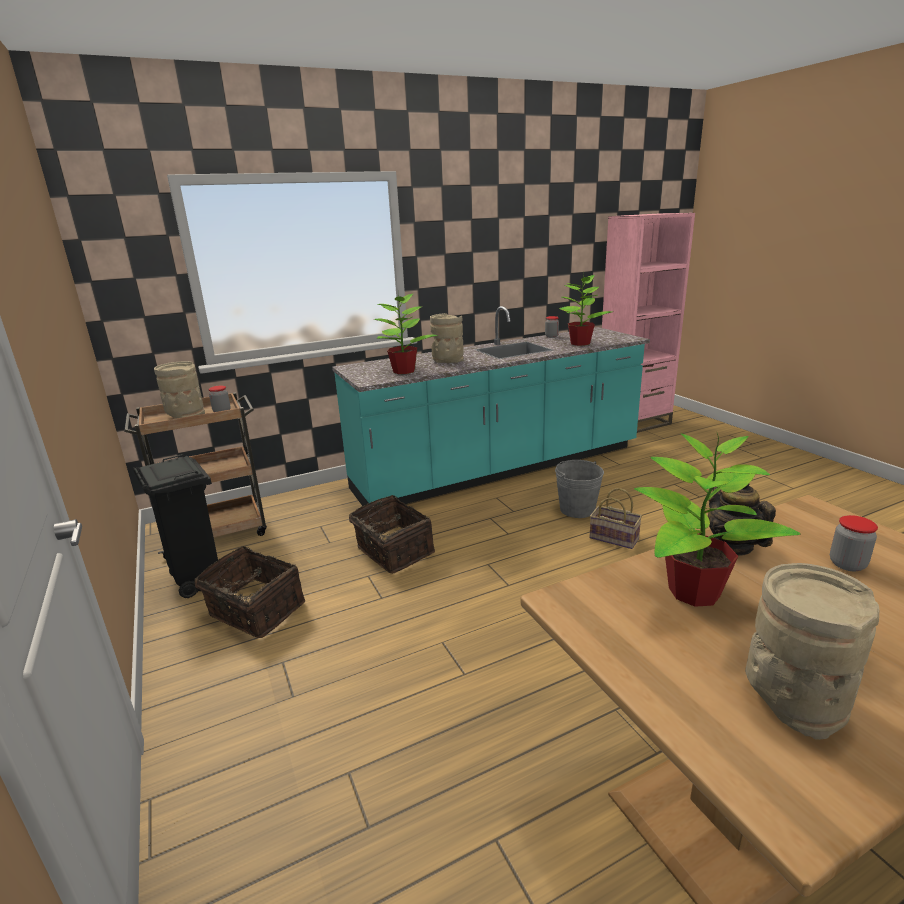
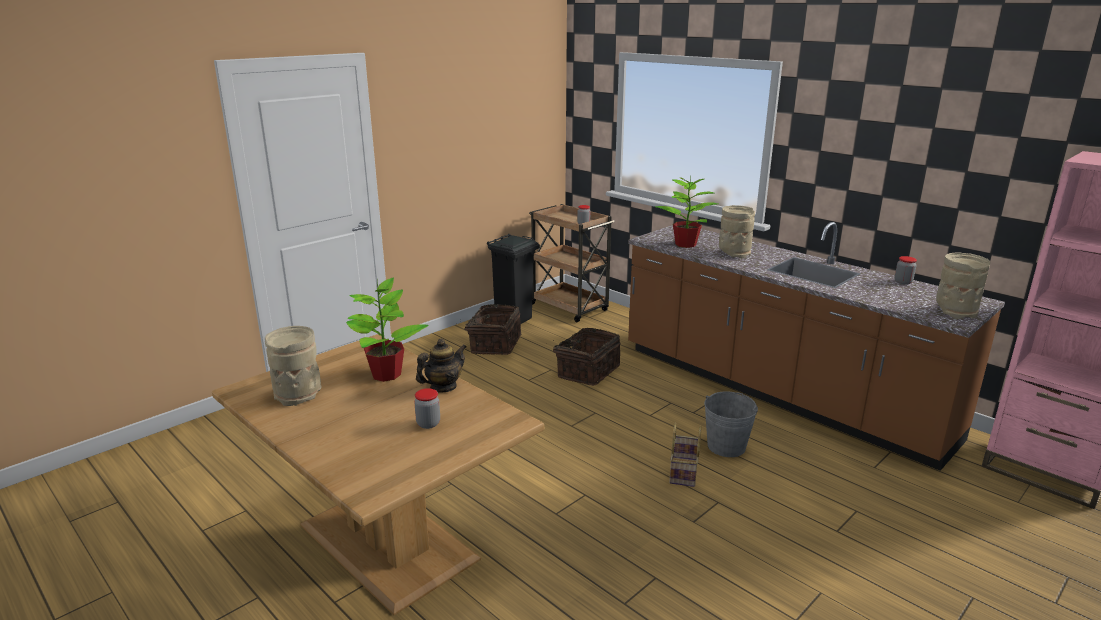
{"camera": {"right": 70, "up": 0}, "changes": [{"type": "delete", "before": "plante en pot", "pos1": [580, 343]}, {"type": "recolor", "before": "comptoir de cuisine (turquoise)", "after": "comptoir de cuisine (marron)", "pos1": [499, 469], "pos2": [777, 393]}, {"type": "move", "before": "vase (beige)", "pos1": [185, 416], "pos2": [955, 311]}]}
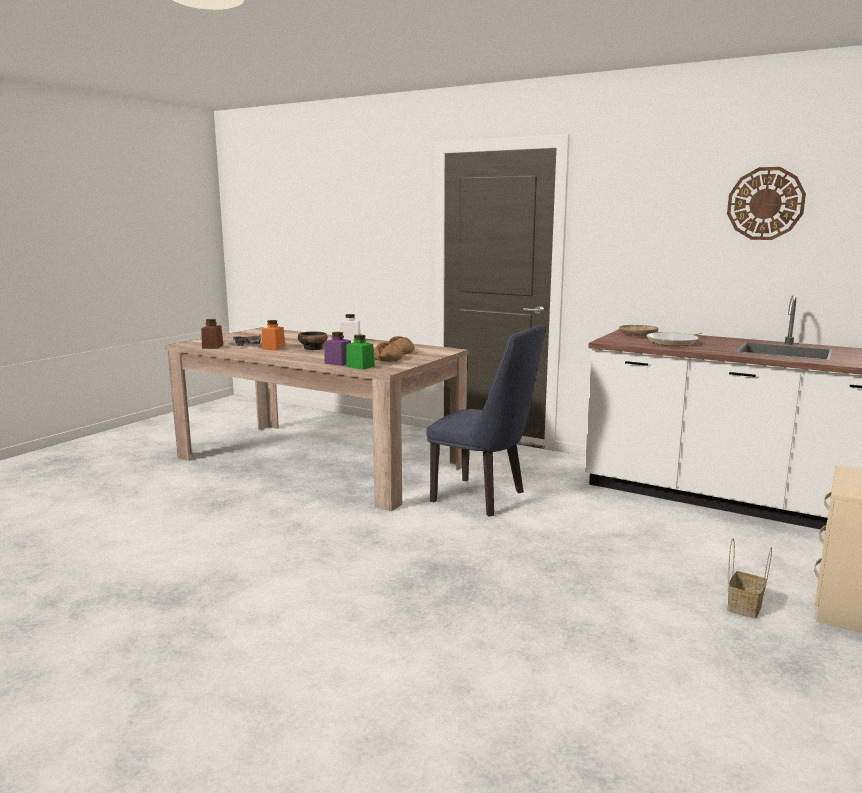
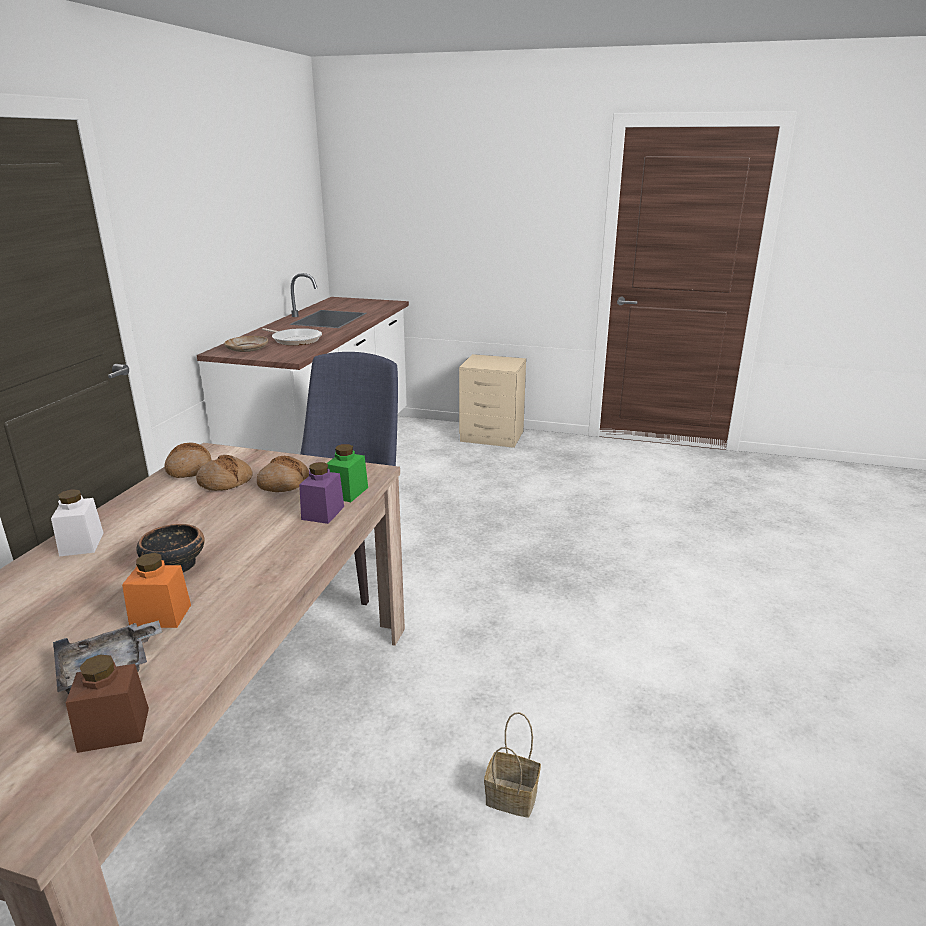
{"camera": {"right": -105, "up": 10}, "changes": [{"type": "delete", "before": "horloge murale", "pos1": [765, 203]}, {"type": "move", "before": "panier", "pos1": [744, 606], "pos2": [509, 798]}, {"type": "insert", "after": "pain", "pos2": [189, 469]}]}
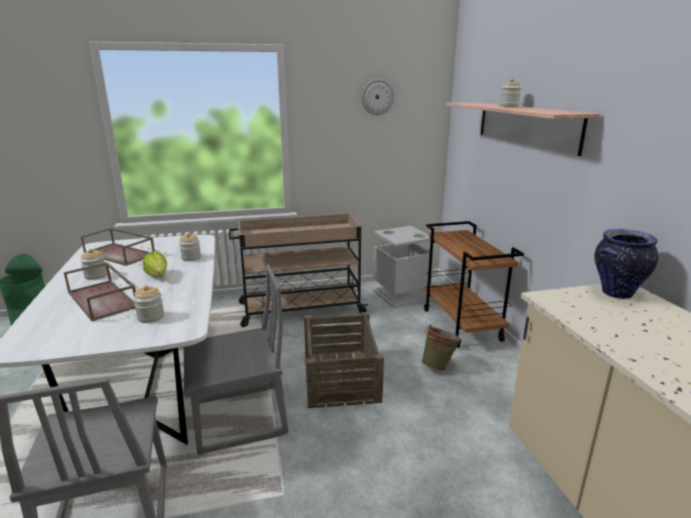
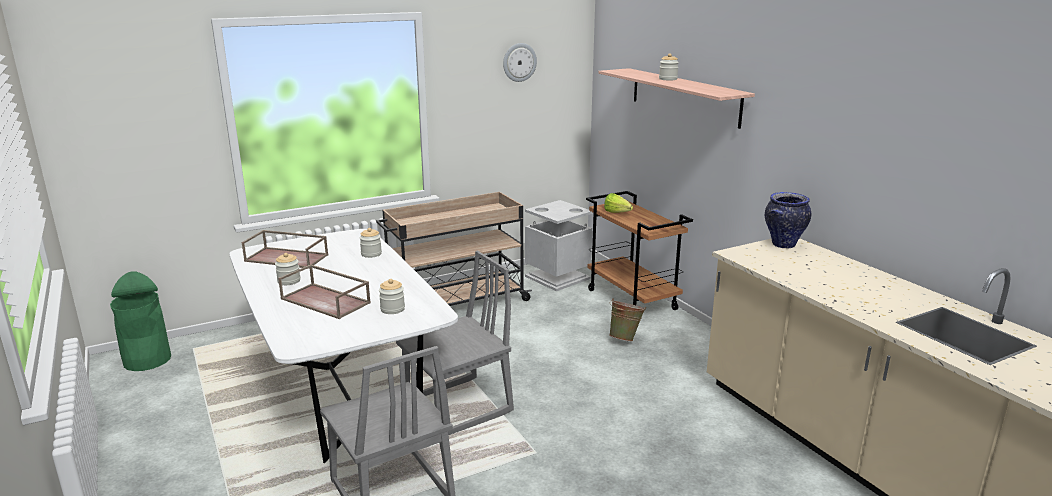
{"camera": {"right": -15, "up": 0}, "changes": [{"type": "move", "before": "laitue", "pos1": [158, 277], "pos2": [618, 213]}, {"type": "delete", "before": "caisse", "pos1": [341, 376]}]}
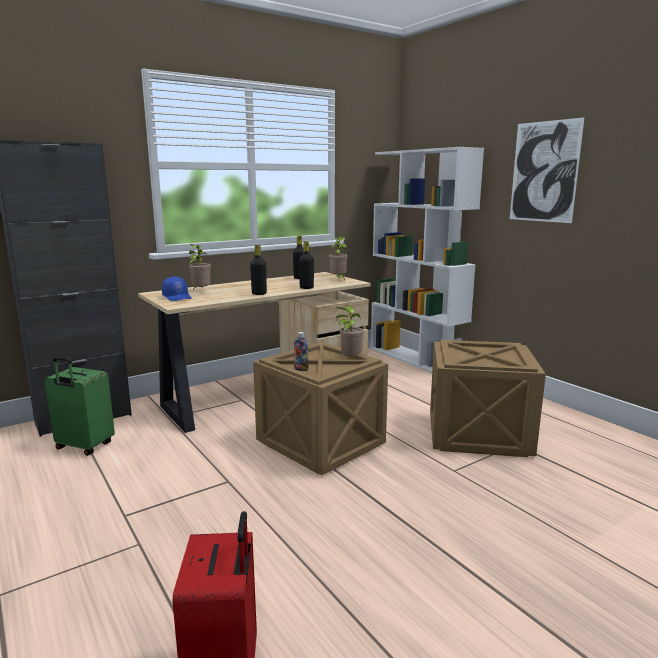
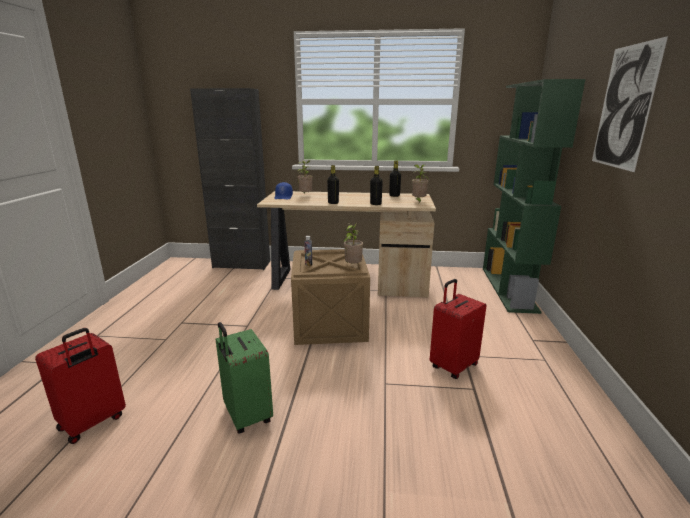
{"camera": {"right": 40, "up": 5}, "changes": [{"type": "recolor", "before": "bibliothèque (blanc)", "after": "bibliothèque (vert)", "pos1": [417, 359], "pos2": [509, 289]}, {"type": "replace", "before": "caisse", "after": "valise (rouge)", "pos1": [476, 434], "pos2": [453, 366]}, {"type": "move", "before": "valise (vert)", "pos1": [84, 447], "pos2": [246, 416]}]}
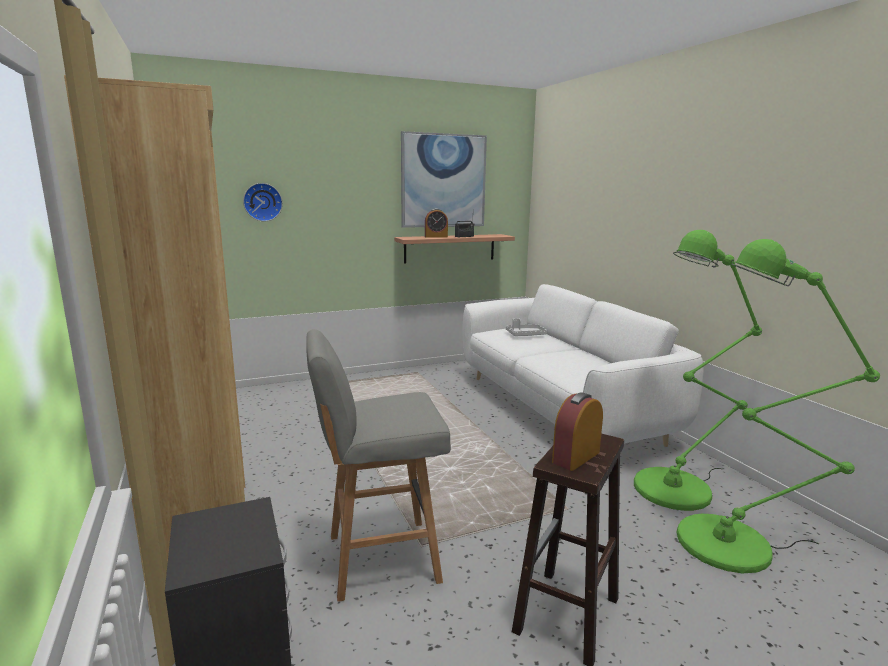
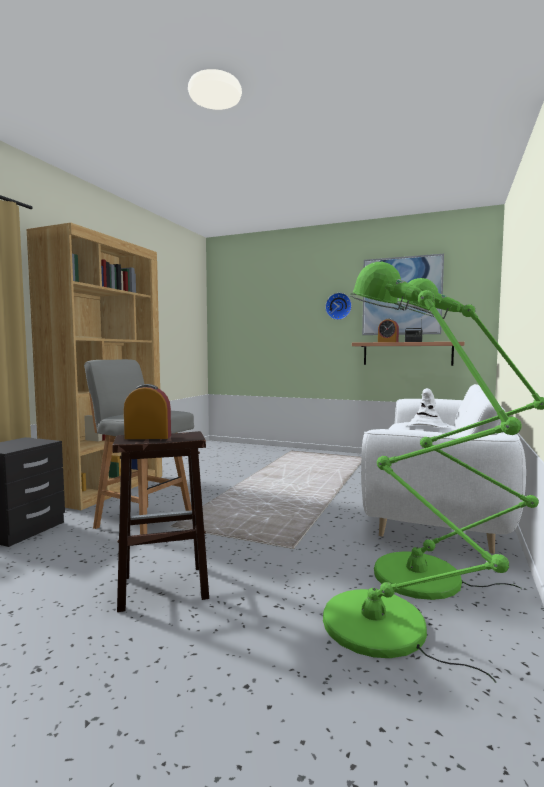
{"camera": {"right": 45, "up": -10}, "changes": [{"type": "move", "before": "horloge murale", "pos1": [262, 202], "pos2": [338, 306]}, {"type": "replace", "before": "plateau (gris)", "after": "chapeau (blanc)", "pos1": [525, 335], "pos2": [425, 426]}]}
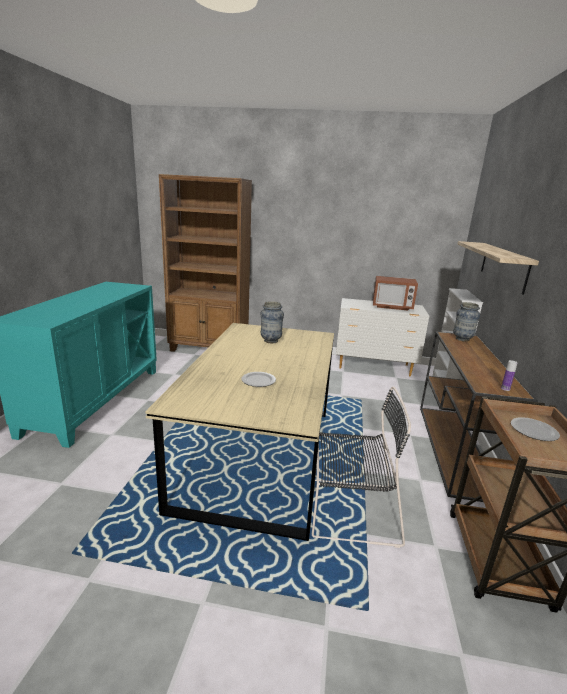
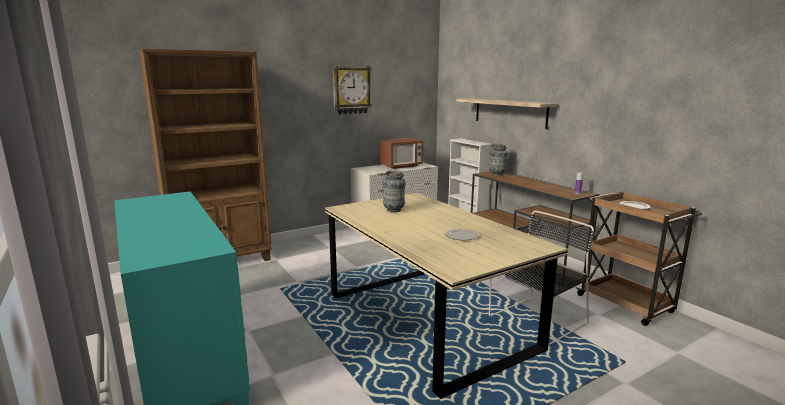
{"camera": {"right": -40, "up": -5}, "changes": [{"type": "insert", "after": "horloge murale", "pos2": [351, 90]}]}
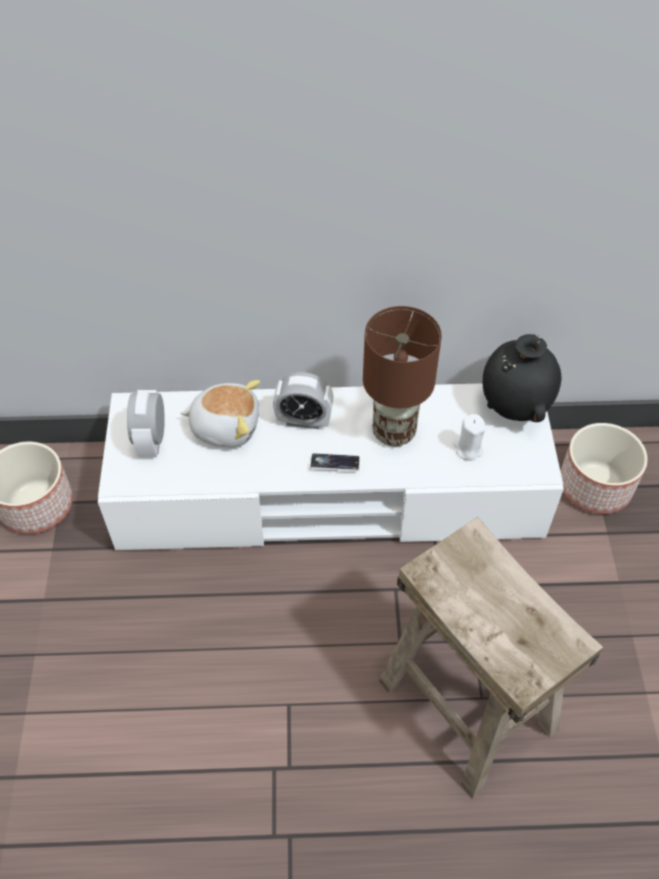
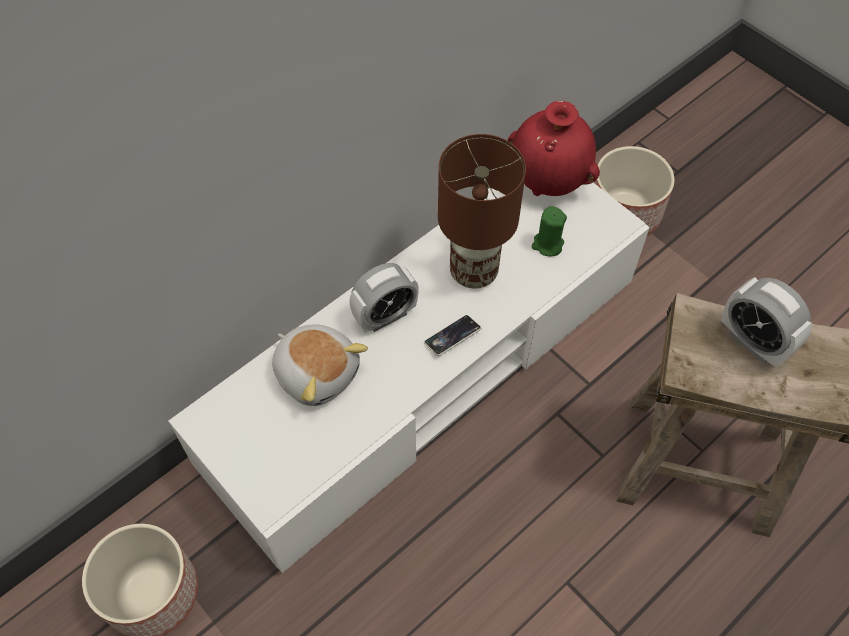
{"camera": {"right": -40, "up": 5}, "changes": [{"type": "recolor", "before": "vase (noir)", "after": "vase (rouge)", "pos1": [514, 408], "pos2": [549, 182]}, {"type": "rotate", "before": "peluche", "pos1": [225, 425], "pos2": [317, 372], "turn": 75}, {"type": "move", "before": "réveil", "pos1": [151, 440], "pos2": [753, 342]}, {"type": "recolor", "before": "bougie (blanc)", "after": "bougie (vert)", "pos1": [468, 449], "pos2": [547, 244]}]}
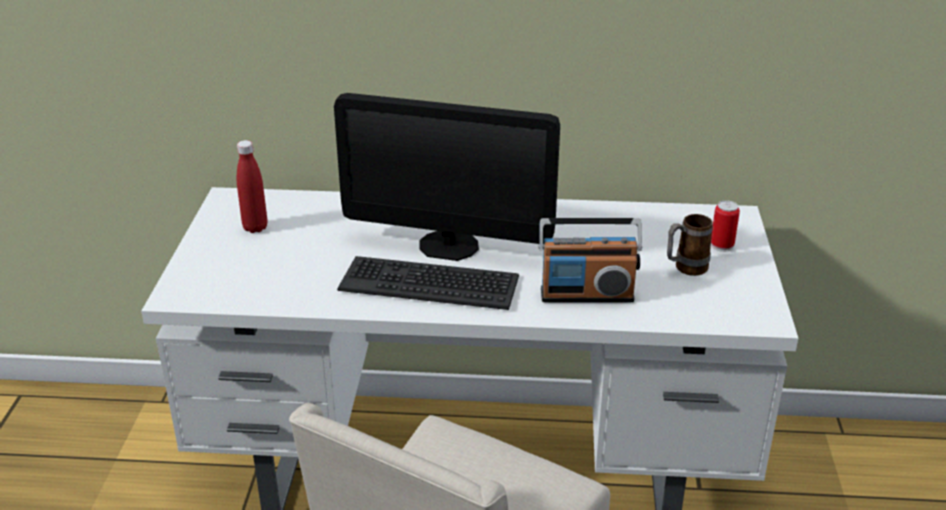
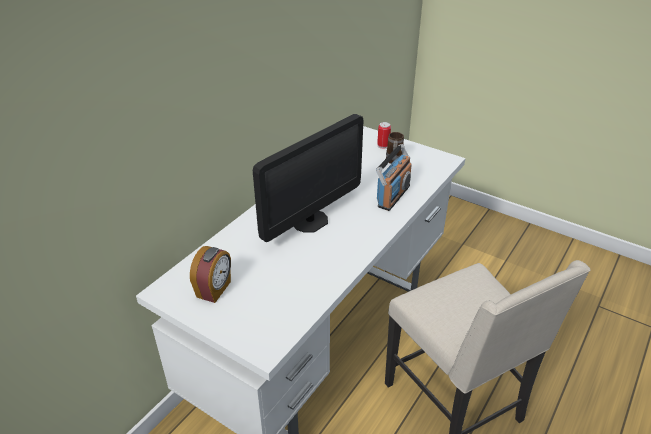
{"camera": {"right": -60, "up": 5}, "changes": [{"type": "replace", "before": "bouteille (rouge)", "after": "réveil", "pos1": [255, 227], "pos2": [214, 289]}, {"type": "delete", "before": "clavier", "pos1": [429, 283]}]}
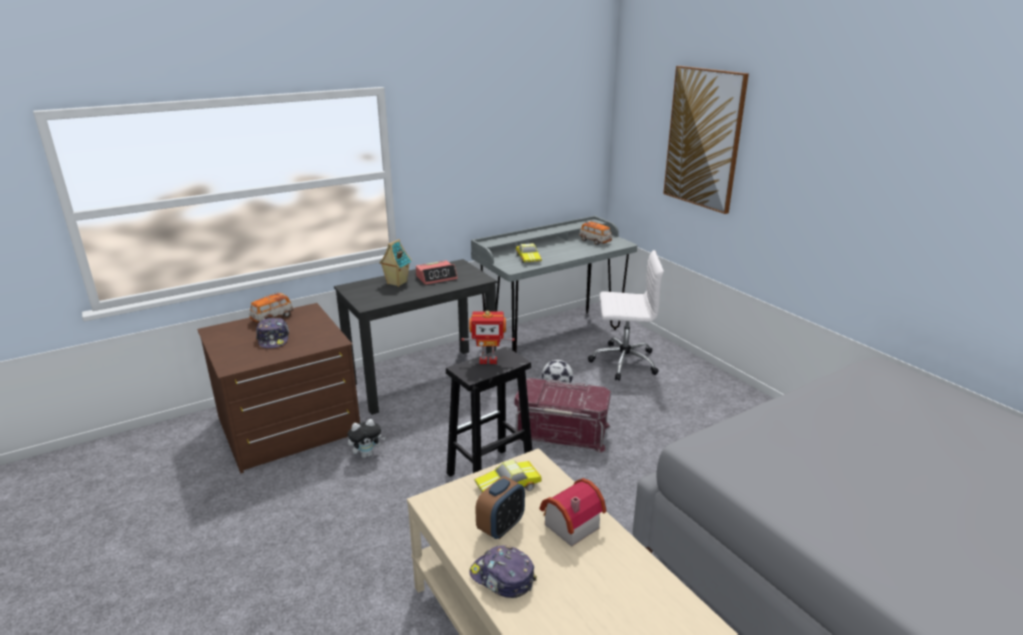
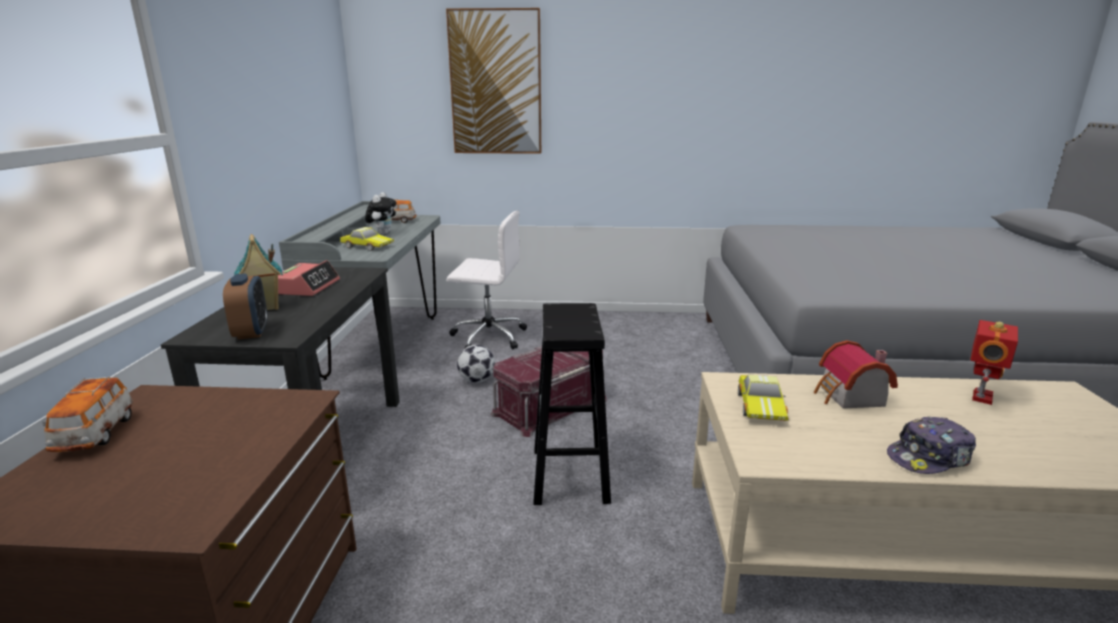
{"camera": {"right": -55, "up": -5}, "changes": [{"type": "rotate", "before": "chaise de bureau (blanc)", "pos1": [622, 362], "pos2": [487, 337], "turn": 60}, {"type": "move", "before": "robot jouet", "pos1": [488, 360], "pos2": [980, 396]}, {"type": "delete", "before": "casquette", "pos1": [273, 339]}, {"type": "move", "before": "peluche", "pos1": [367, 454], "pos2": [383, 233]}, {"type": "move", "before": "réveil", "pos1": [501, 527], "pos2": [251, 332]}]}
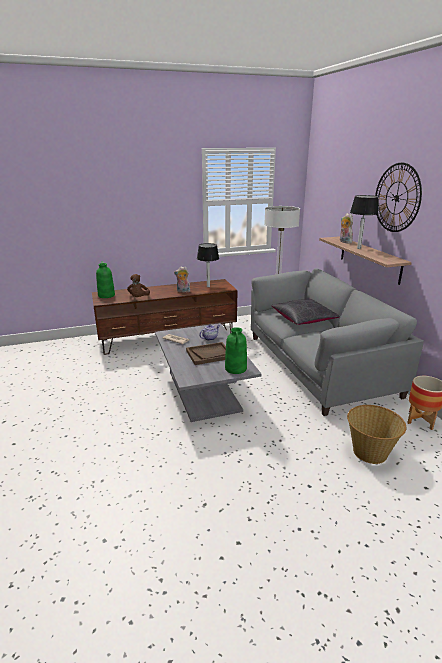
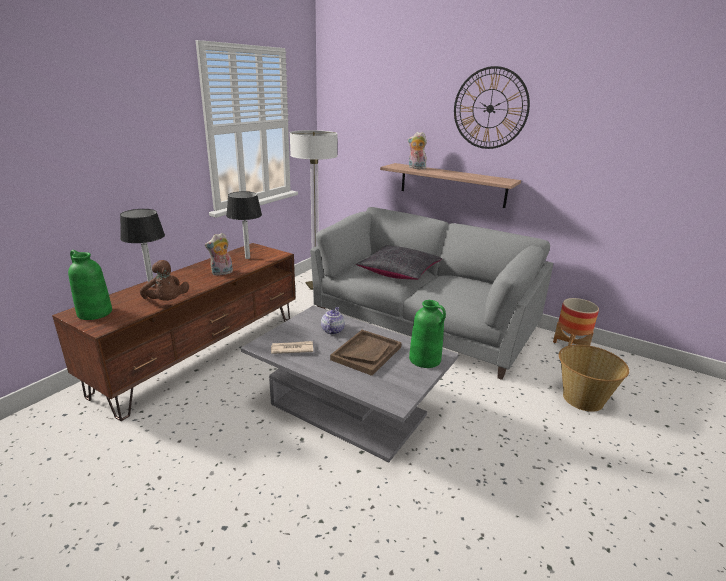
{"camera": {"right": -40, "up": 0}, "changes": [{"type": "move", "before": "lampe de table", "pos1": [359, 248], "pos2": [152, 285]}]}
